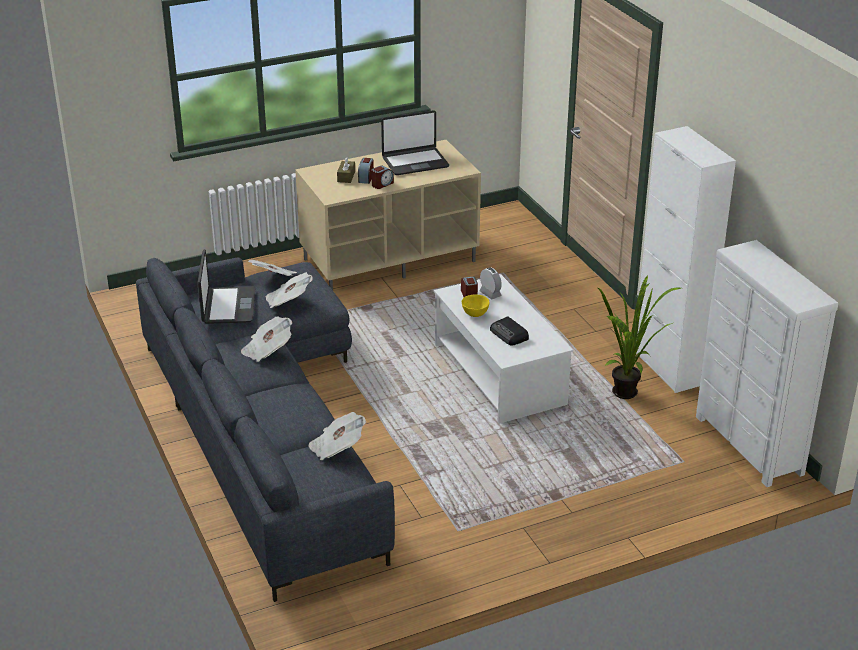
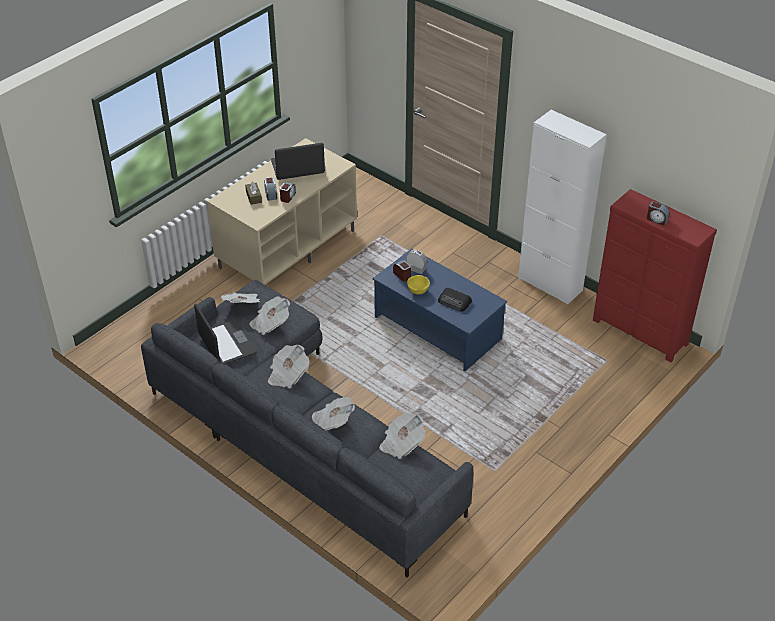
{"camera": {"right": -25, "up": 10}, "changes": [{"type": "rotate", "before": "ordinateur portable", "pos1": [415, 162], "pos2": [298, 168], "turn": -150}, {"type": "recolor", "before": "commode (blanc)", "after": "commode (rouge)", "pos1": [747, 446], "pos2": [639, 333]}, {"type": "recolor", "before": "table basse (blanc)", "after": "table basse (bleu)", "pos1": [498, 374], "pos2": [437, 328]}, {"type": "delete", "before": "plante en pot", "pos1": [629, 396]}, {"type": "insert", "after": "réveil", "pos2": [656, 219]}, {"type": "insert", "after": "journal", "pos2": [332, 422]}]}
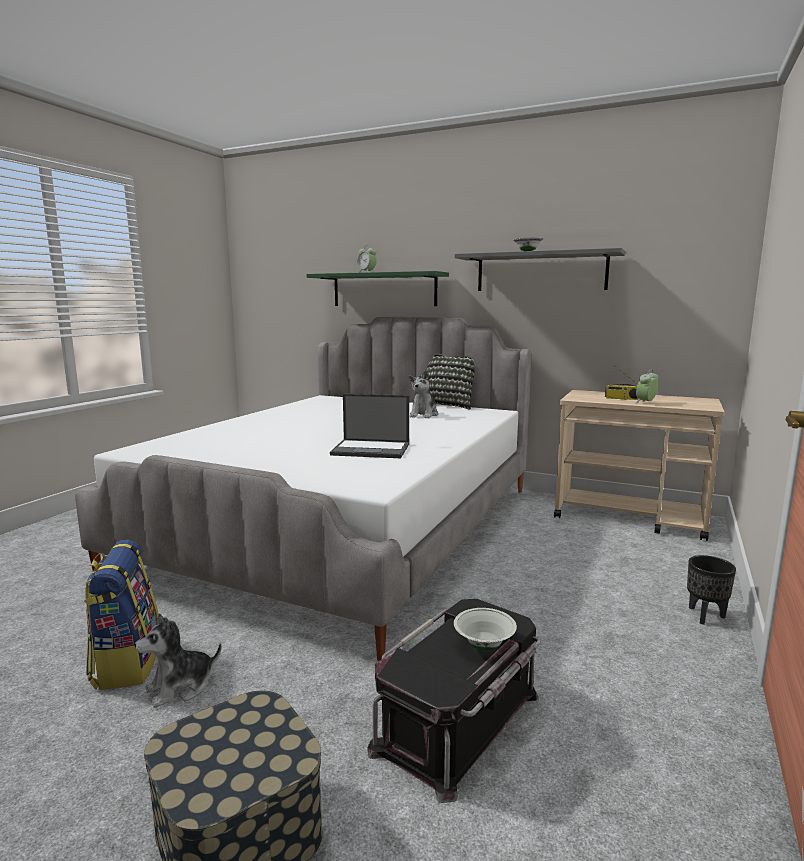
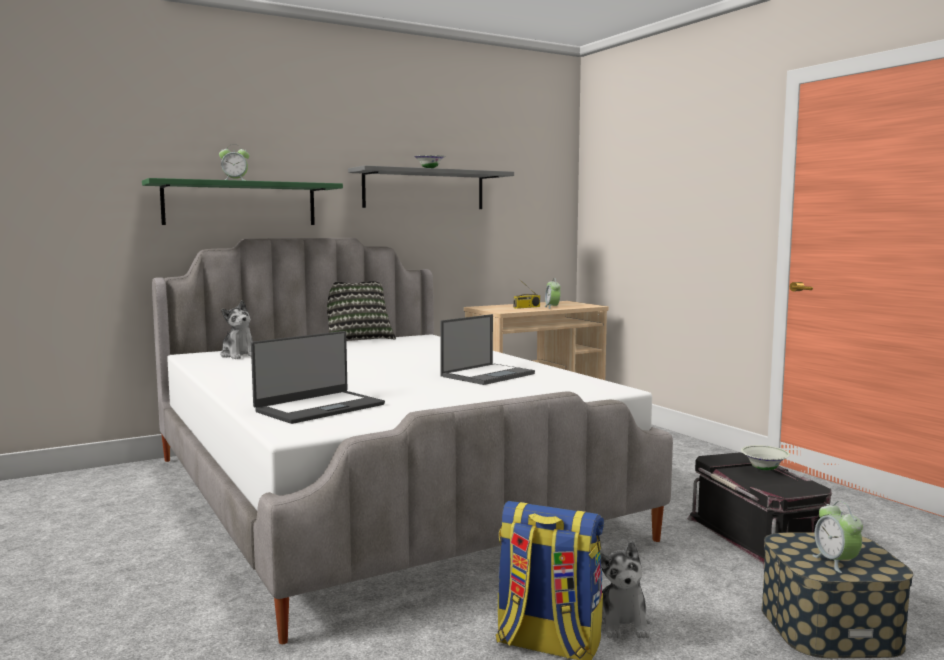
{"camera": {"right": -55, "up": -5}, "changes": [{"type": "move", "before": "peluche", "pos1": [424, 415], "pos2": [239, 355]}, {"type": "delete", "before": "cache-pot (noir)", "pos1": [704, 615]}, {"type": "insert", "after": "ordinateur portable", "pos2": [319, 408]}, {"type": "insert", "after": "réveil", "pos2": [836, 562]}]}
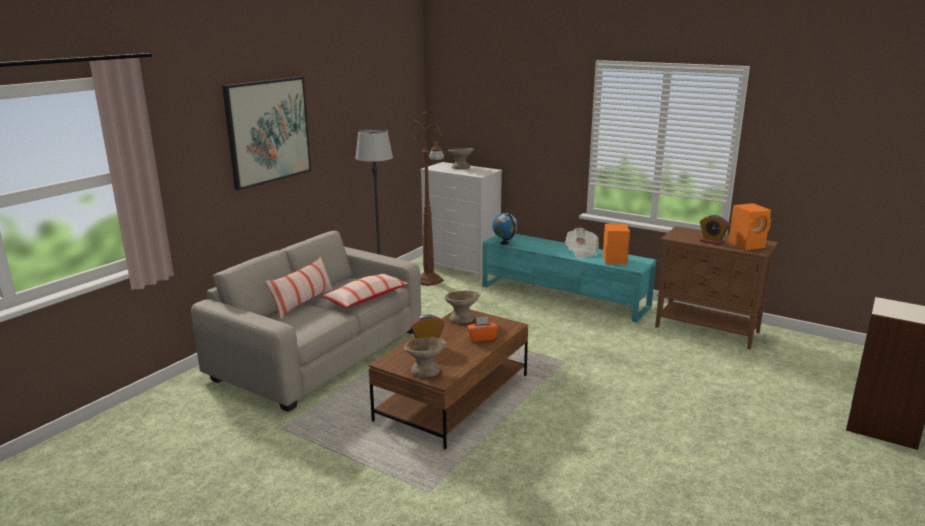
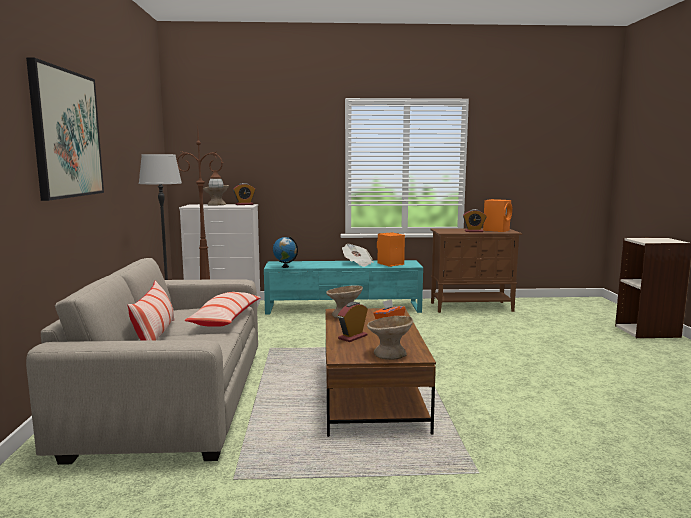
{"camera": {"right": -35, "up": -10}, "changes": [{"type": "insert", "after": "réveil", "pos2": [244, 204]}]}
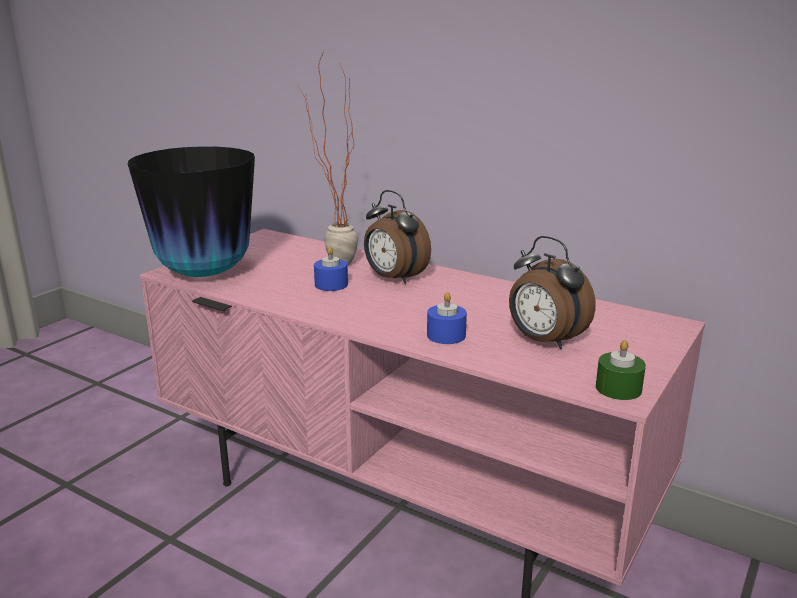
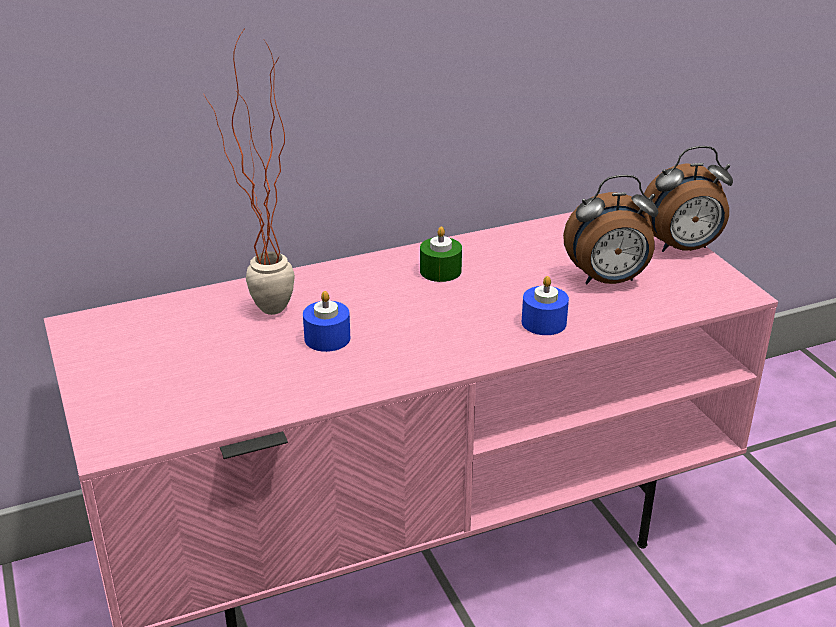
{"camera": {"right": -55, "up": 10}, "changes": [{"type": "delete", "before": "vase", "pos1": [204, 274]}, {"type": "move", "before": "réveil", "pos1": [394, 279], "pos2": [682, 248]}, {"type": "move", "before": "bougie (vert)", "pos1": [618, 388], "pos2": [440, 271]}]}
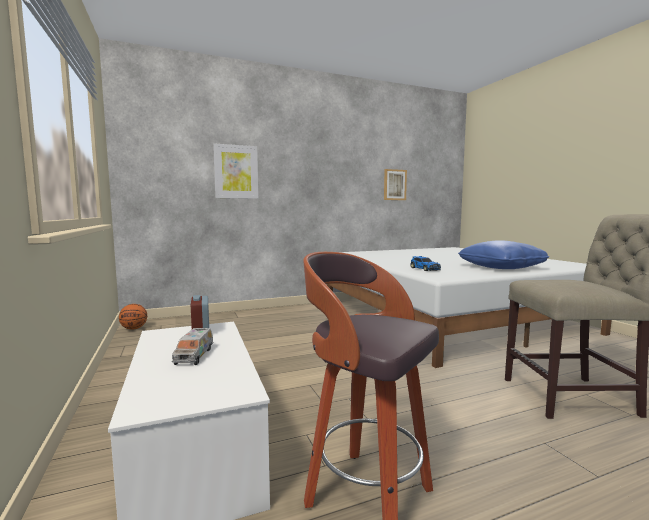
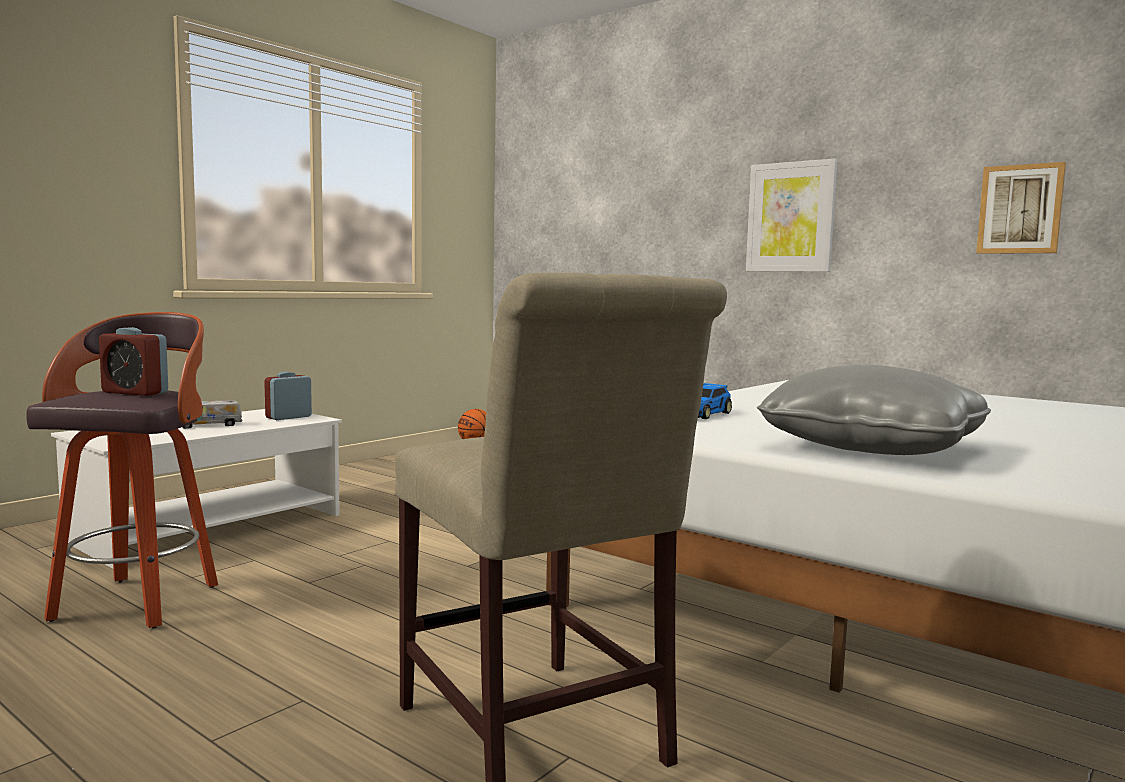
{"camera": {"right": 60, "up": 0}, "changes": [{"type": "move", "before": "tableau", "pos1": [236, 172], "pos2": [790, 217]}, {"type": "recolor", "before": "coussin (bleu)", "after": "coussin (gris)", "pos1": [501, 268], "pos2": [872, 448]}, {"type": "insert", "after": "réveil", "pos2": [135, 392]}]}
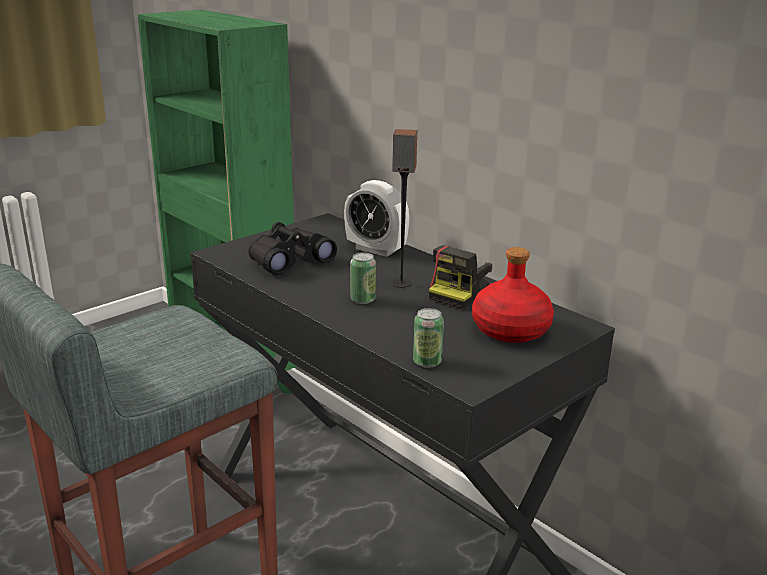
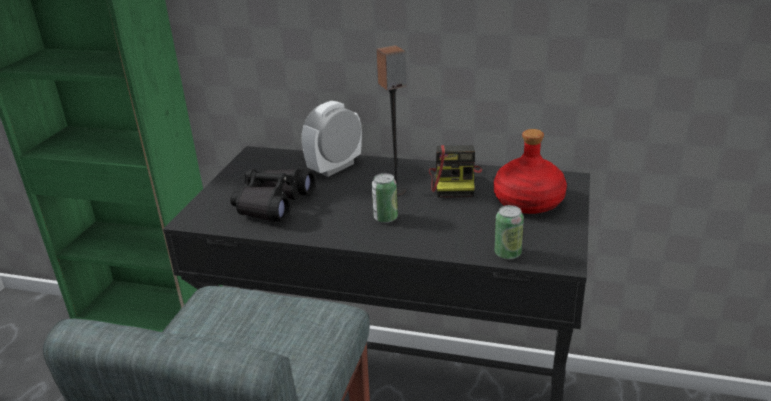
{"camera": {"right": -30, "up": 5}, "changes": [{"type": "rotate", "before": "réveil", "pos1": [376, 249], "pos2": [335, 167], "turn": 135}]}
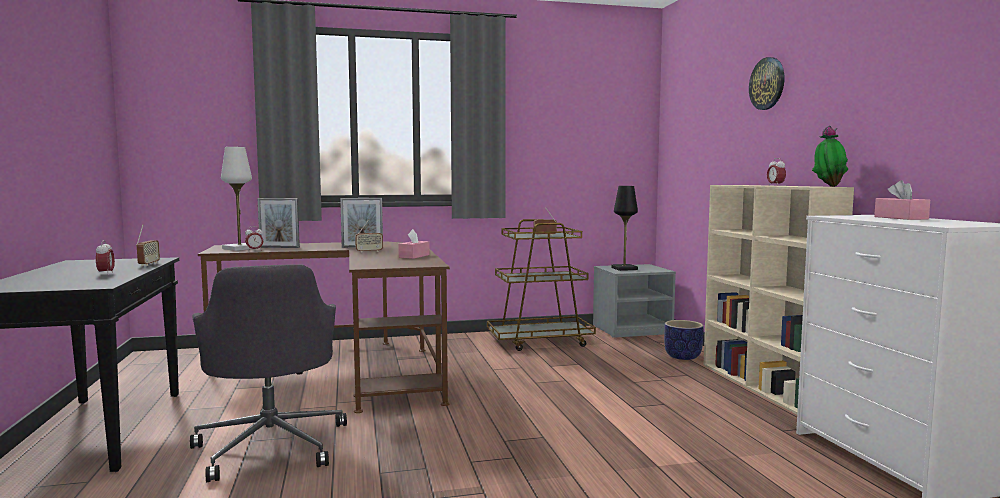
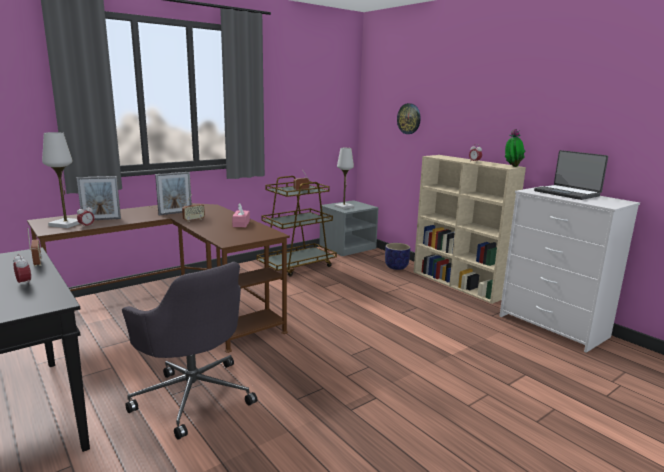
{"camera": {"right": -25, "up": 10}, "changes": [{"type": "move", "before": "horloge murale", "pos1": [767, 83], "pos2": [409, 118]}, {"type": "replace", "before": "boîte à mouchoirs (rose)", "after": "ordinateur portable", "pos1": [900, 218], "pos2": [567, 193]}, {"type": "recolor", "before": "lampe de table (noir)", "after": "lampe de table (blanc)", "pos1": [624, 268], "pos2": [344, 207]}]}
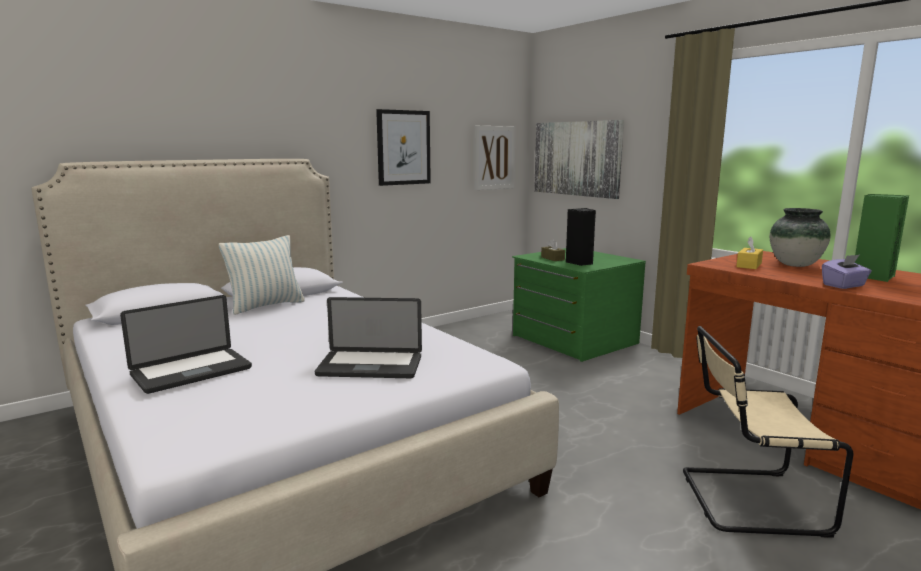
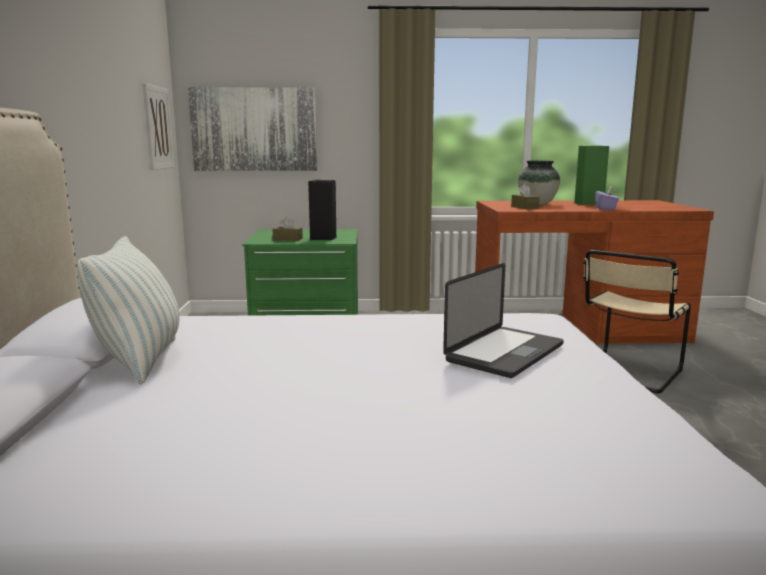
{"camera": {"right": -55, "up": 0}, "changes": [{"type": "delete", "before": "tableau", "pos1": [403, 147]}, {"type": "recolor", "before": "boîte à mouchoirs (jaune)", "after": "boîte à mouchoirs (marron)", "pos1": [749, 265], "pos2": [524, 207]}, {"type": "delete", "before": "ordinateur portable", "pos1": [191, 372]}]}
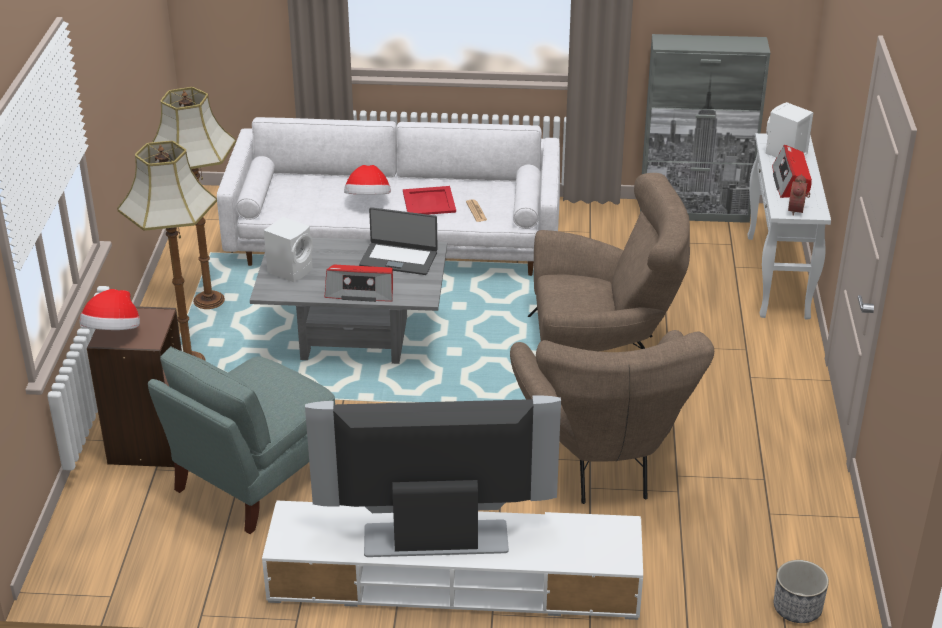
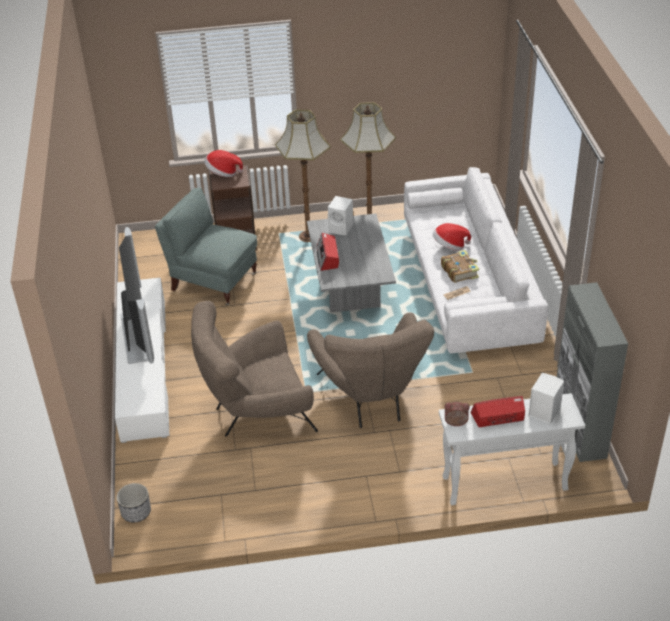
{"camera": {"right": 80, "up": 5}, "changes": [{"type": "replace", "before": "plateau (rouge)", "after": "livre", "pos1": [428, 202], "pos2": [459, 271]}, {"type": "delete", "before": "ordinateur portable", "pos1": [399, 258]}]}
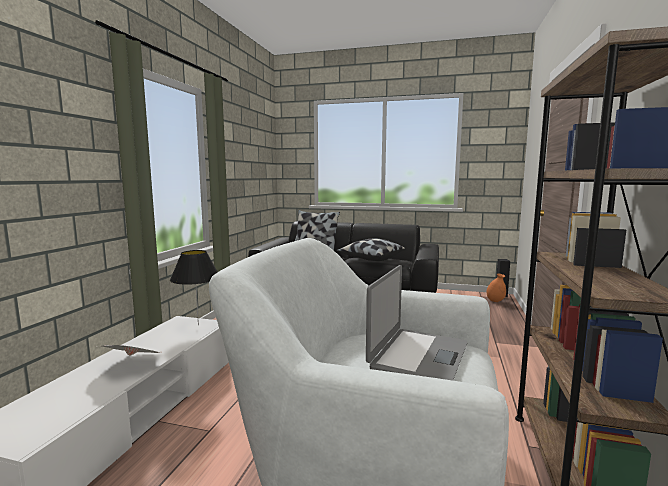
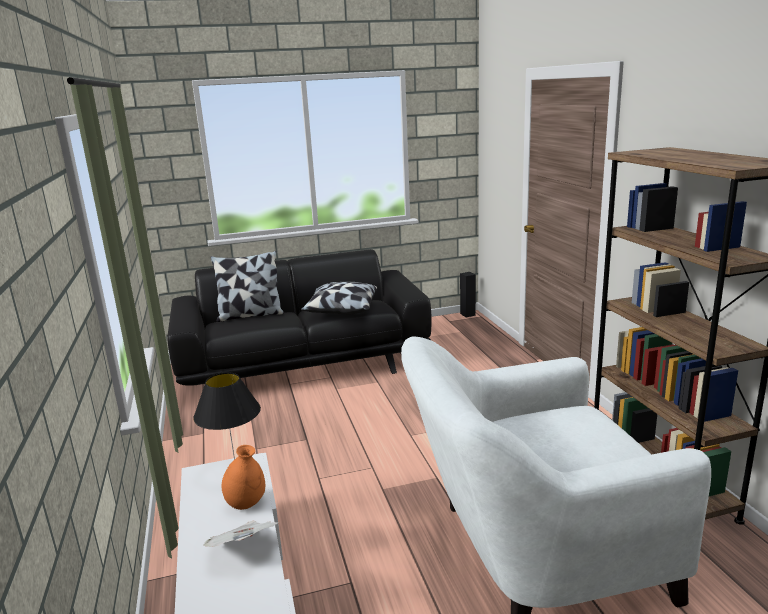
{"camera": {"right": -30, "up": 10}, "changes": [{"type": "delete", "before": "ordinateur portable", "pos1": [418, 356]}, {"type": "move", "before": "vase (orange)", "pos1": [495, 301], "pos2": [246, 503]}]}
